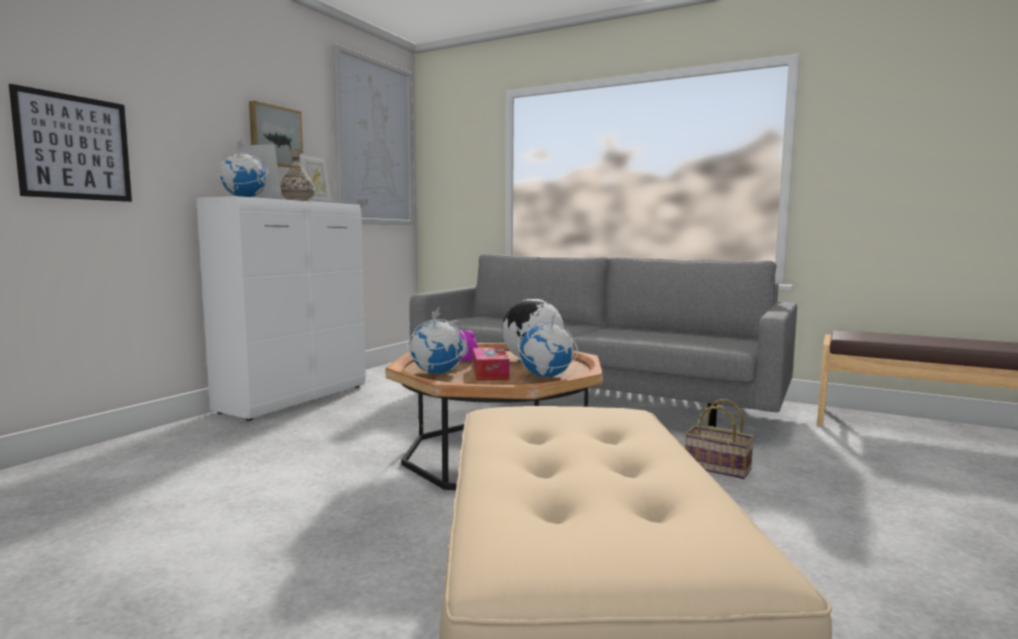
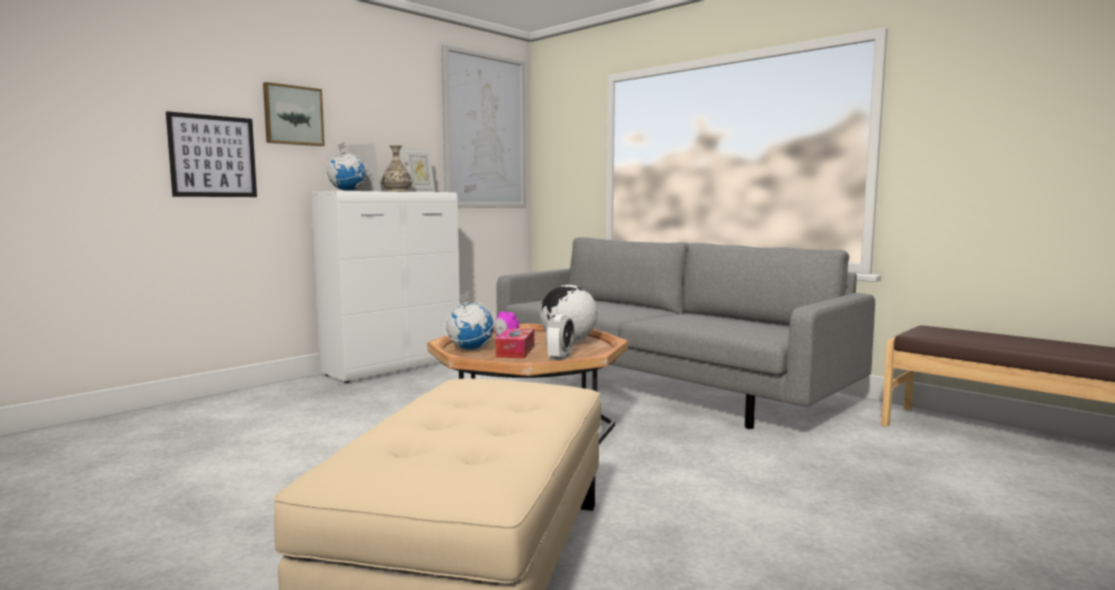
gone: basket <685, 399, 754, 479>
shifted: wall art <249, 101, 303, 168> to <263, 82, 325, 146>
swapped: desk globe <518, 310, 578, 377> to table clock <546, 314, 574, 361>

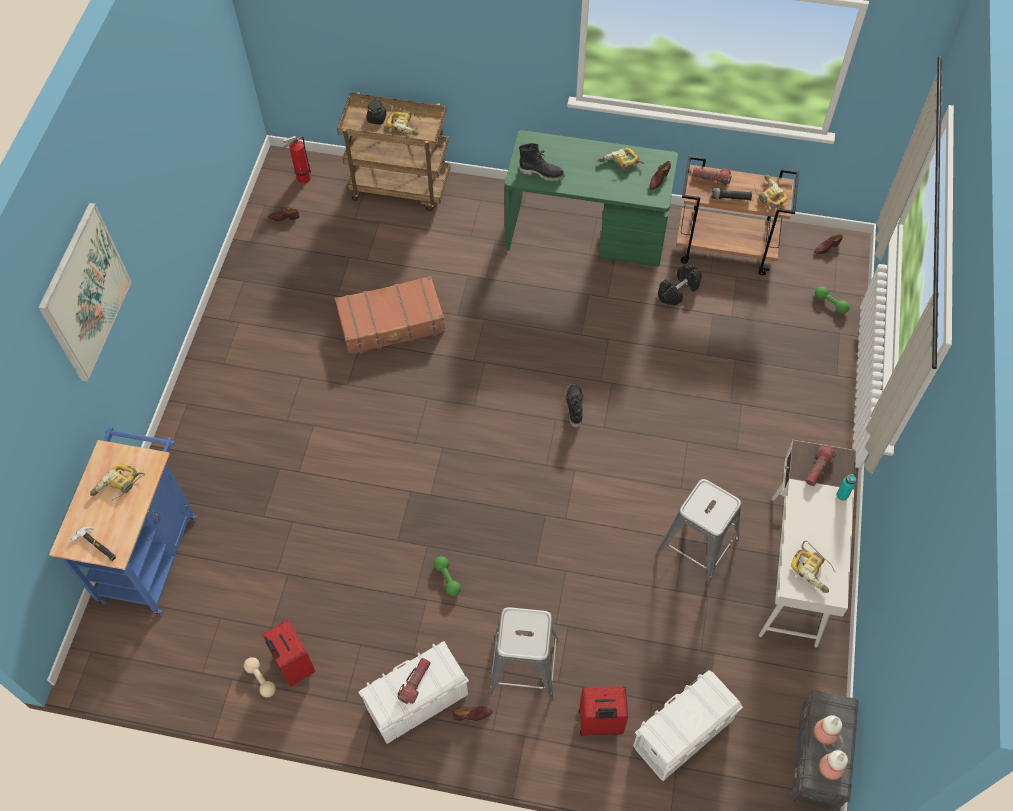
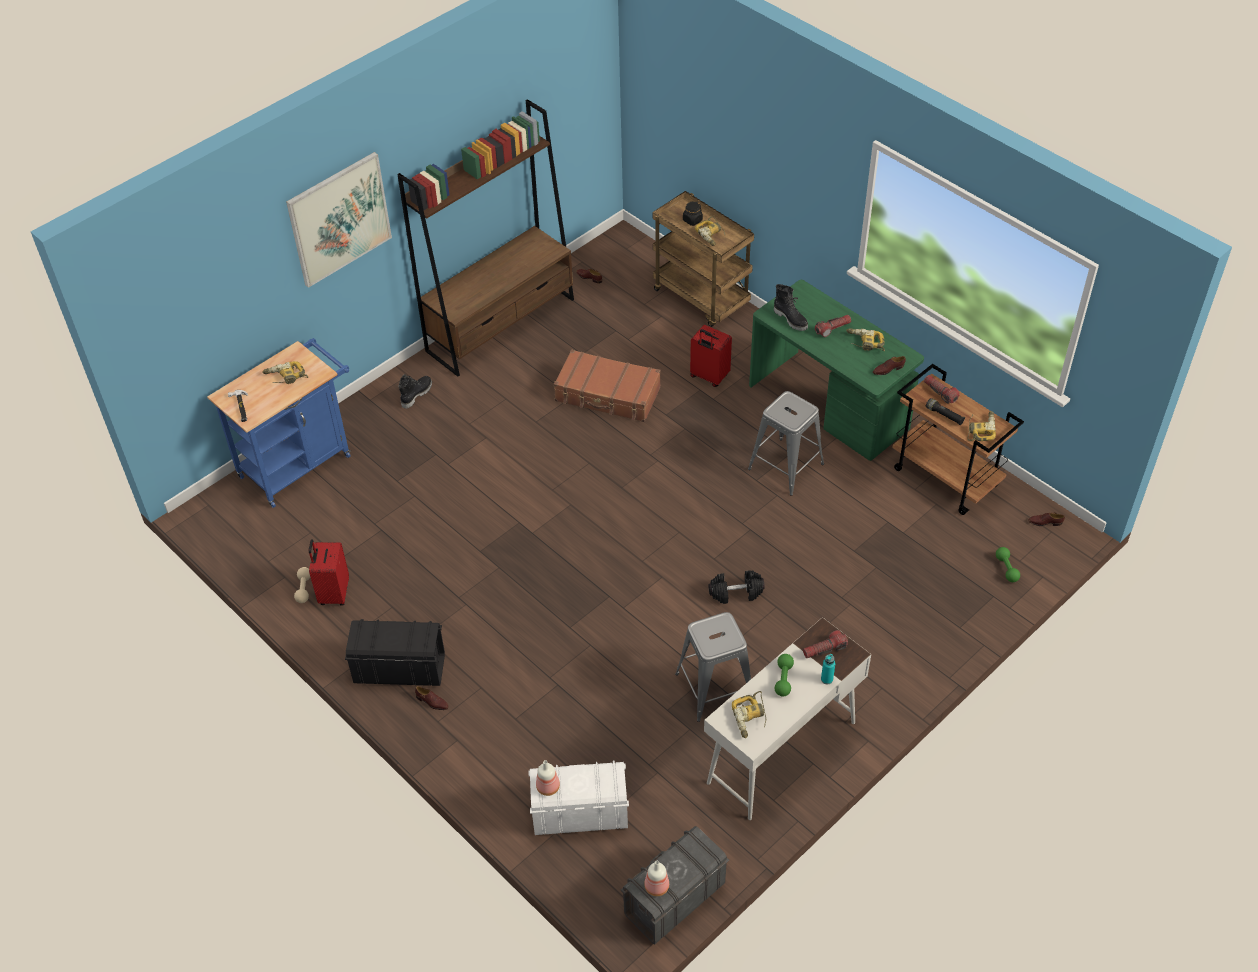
gone: extinguisher <283, 136, 311, 184>
new: brownish bookcase <398, 99, 574, 377>
shifted: black-coloured boot <566, 383, 584, 428> to <399, 374, 432, 409>; bottle <814, 715, 842, 745> to <536, 760, 560, 796>; reddish piece of luggage <579, 686, 628, 736> to <690, 325, 732, 387>; black-coloured dumbbell <658, 265, 702, 305> to <709, 570, 765, 604>; grey sitting stool <489, 607, 559, 701> to <748, 391, 824, 496>; green dumbbell <434, 556, 461, 596> to <775, 654, 794, 696>; hand torch <398, 658, 431, 704> to <815, 315, 851, 337>
repainted: whitish storage container <358, 641, 469, 744> to black-coloured storage container <345, 619, 445, 686>

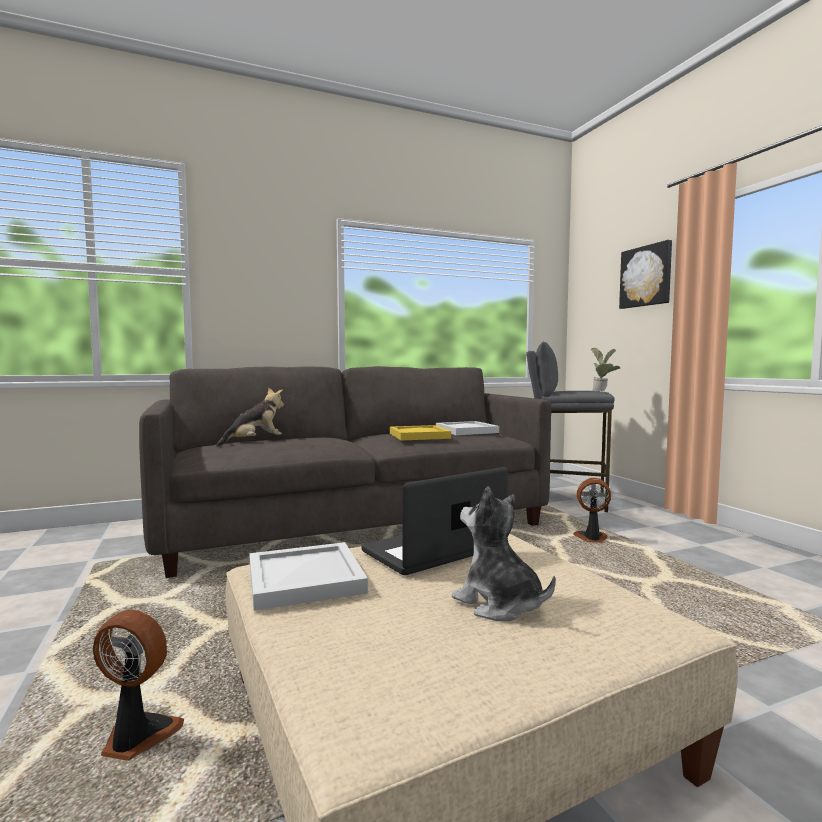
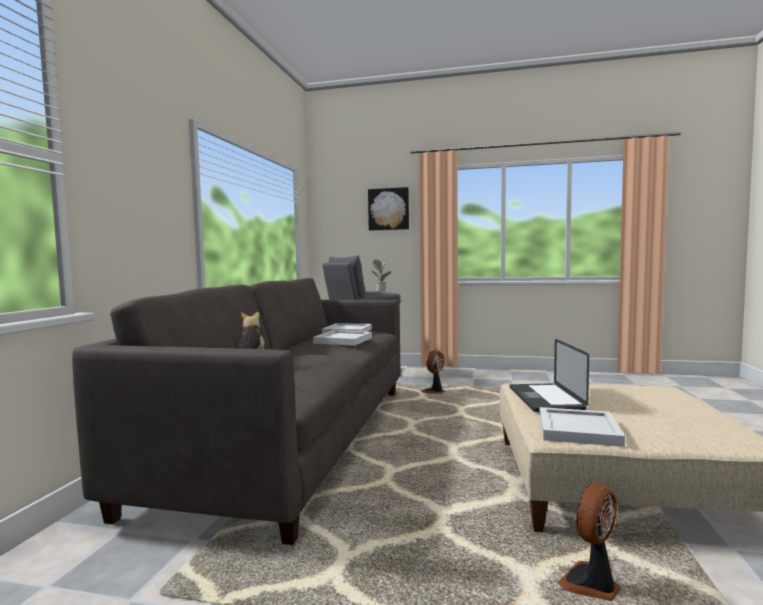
gone: plush toy <452, 486, 556, 621>
repainted: yellowish carrying tray <390, 425, 451, 441> to whitish carrying tray <313, 330, 372, 346>

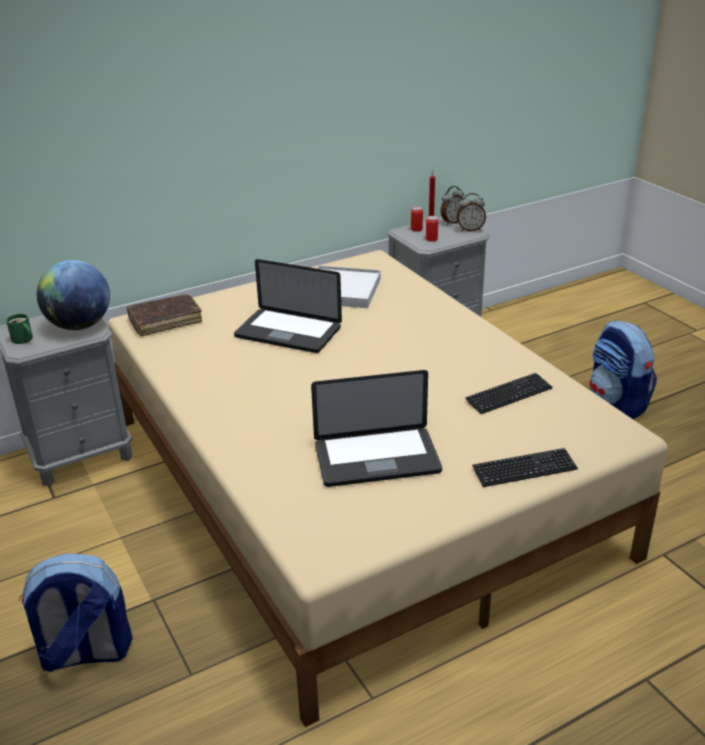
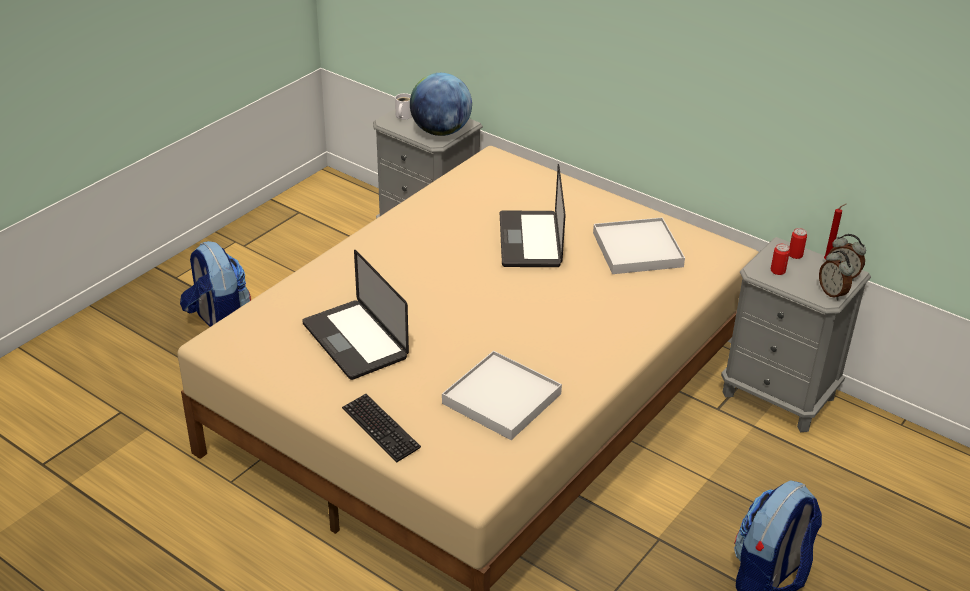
gone: brownish bound book <126, 294, 202, 336>
swapped: computer keyboard <465, 373, 553, 414> to whitish carrying tray <442, 351, 562, 440>
repainted: green coffee mug <6, 314, 33, 344> to whitish coffee mug <395, 93, 412, 120>

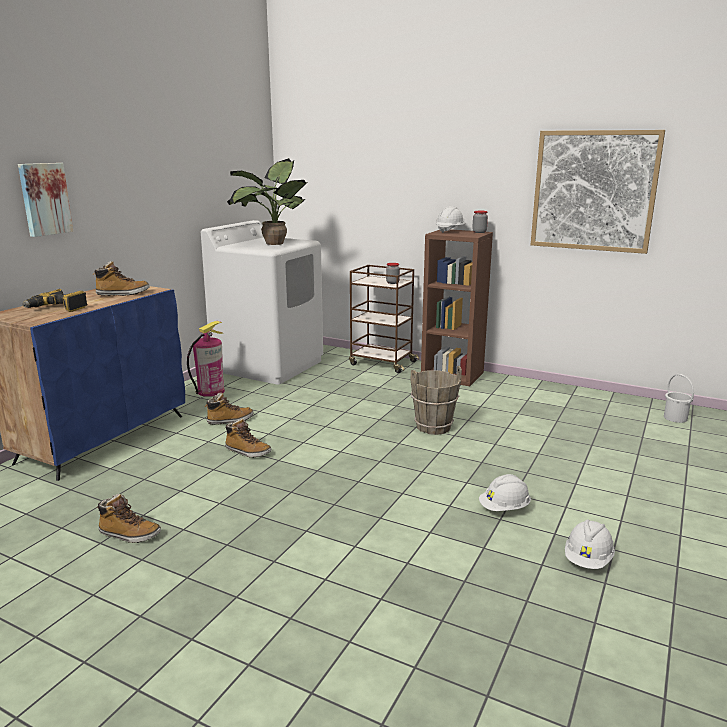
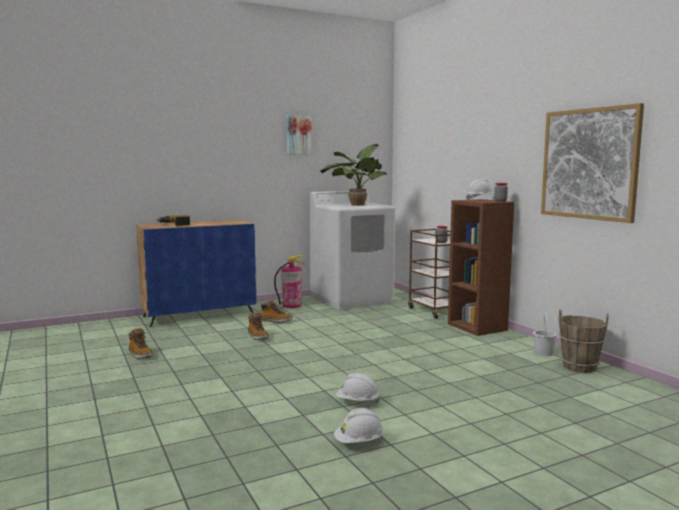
gone: boot <93, 261, 150, 296>
shifted: wall art <18, 163, 73, 237> to <287, 115, 312, 155>; whitish pail <664, 374, 694, 423> to <533, 313, 557, 356>; brownish pail <410, 366, 462, 435> to <559, 309, 609, 373>

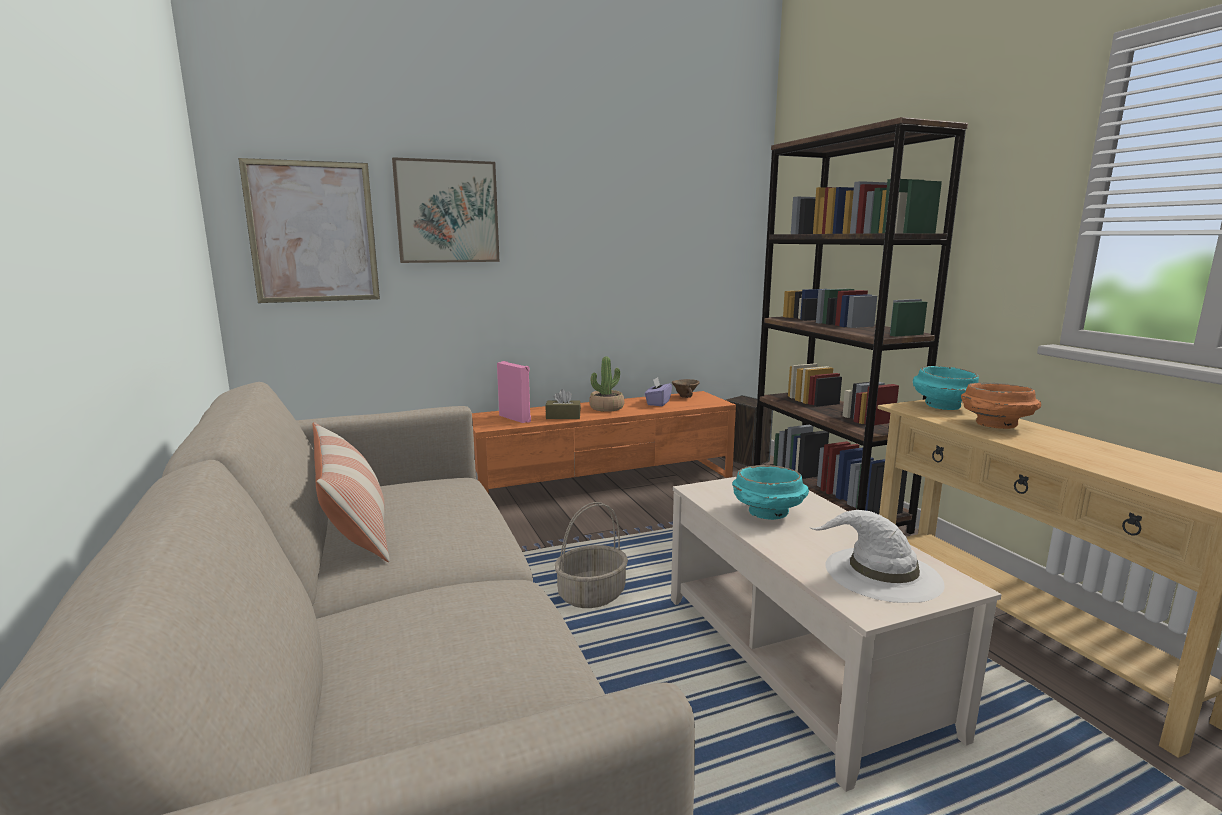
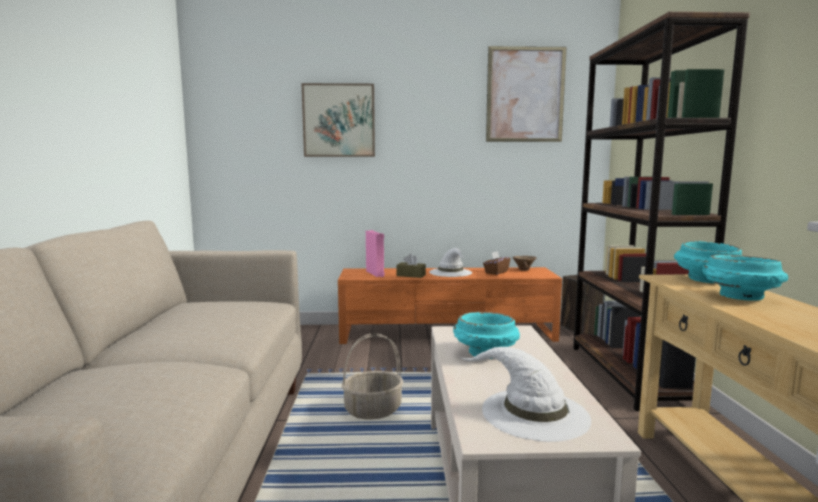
gone: pillow <313, 422, 390, 562>
shifted: wall art <238, 158, 380, 303> to <486, 46, 567, 142>
swapped: plant in a pot <589, 357, 624, 412> to whitish hat <429, 248, 472, 277>
repainted: purple-coloured box of tissues <645, 377, 672, 406> to brownish box of tissues <483, 251, 510, 275>; orange bowl <961, 383, 1041, 429> to turquoise-coloured bowl <702, 254, 788, 301>

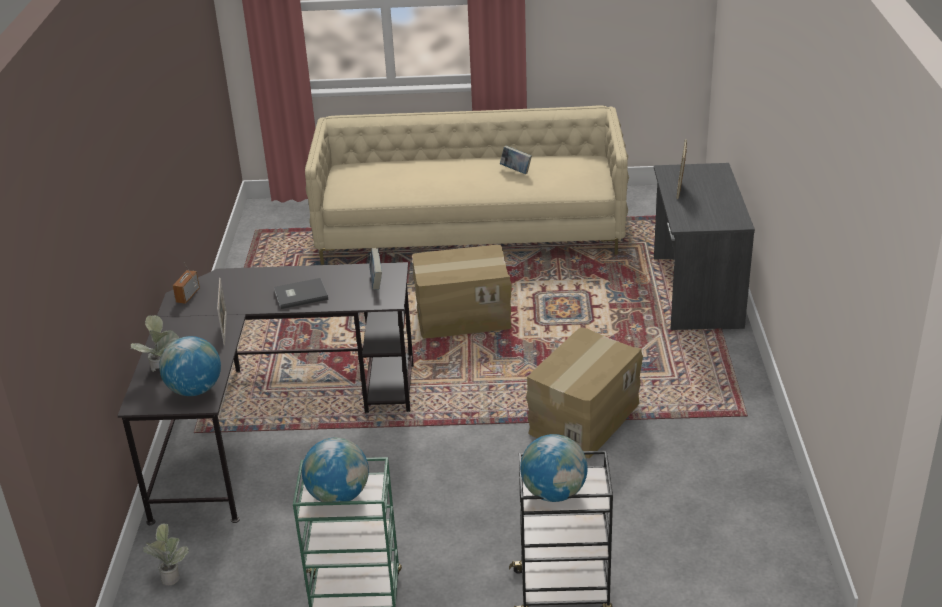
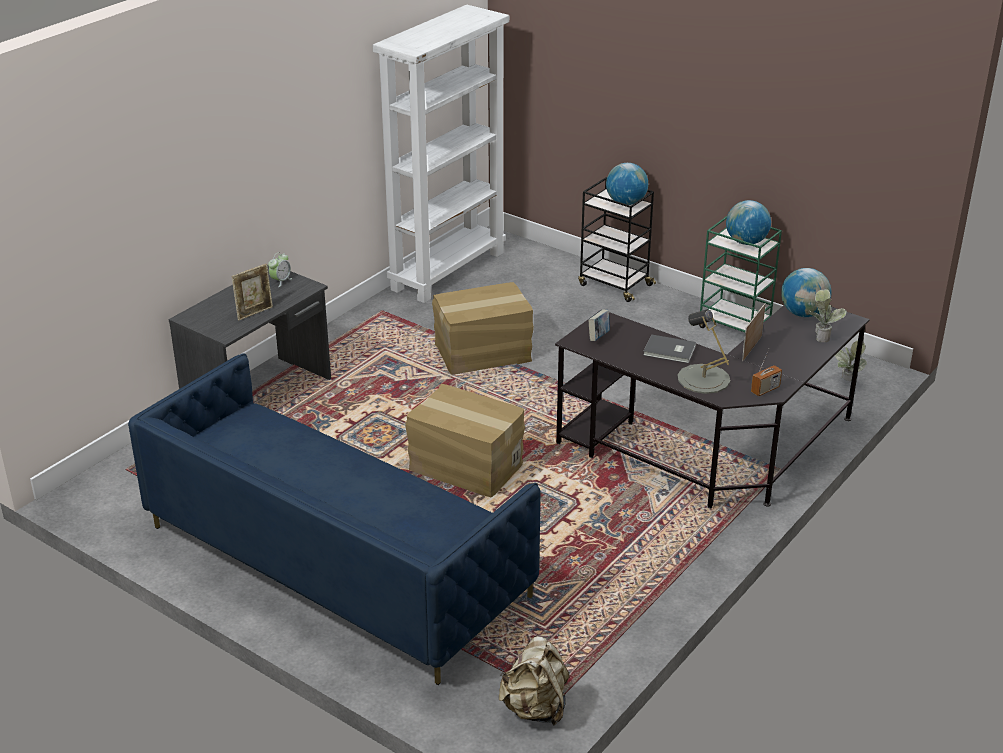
gone: bound book <500, 146, 532, 174>
new: table clock <268, 252, 292, 287>; whitish bookcase <373, 5, 509, 303>; beige-coloured rucksack <499, 636, 569, 726>; grey table lamp <677, 309, 730, 394>
repainted: beige-coloured sofa <305, 105, 629, 265> to blue sofa <128, 353, 541, 685>

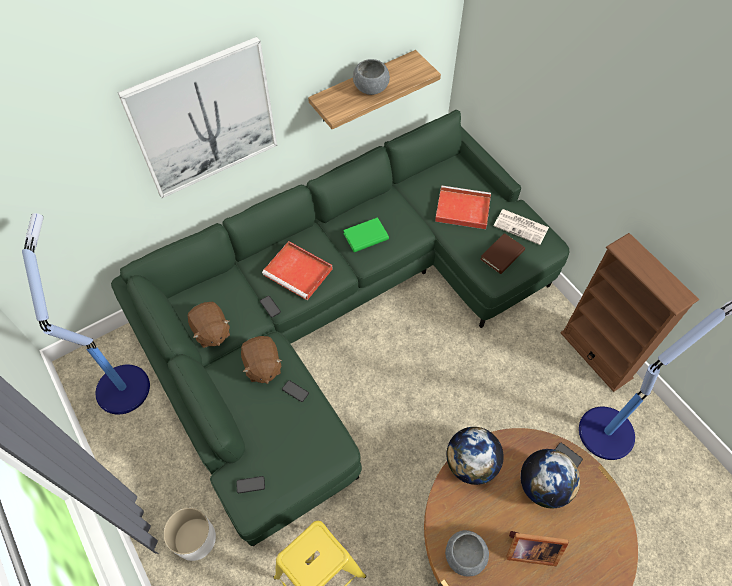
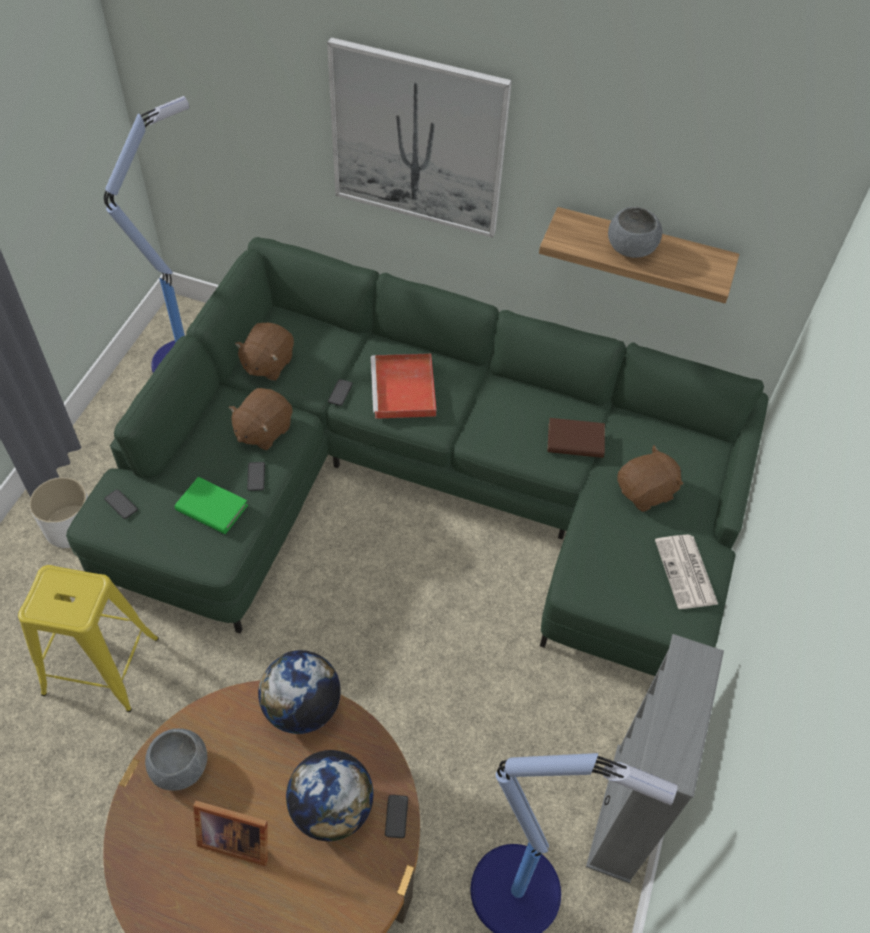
shifted: green bound book <343, 217, 389, 252> to <175, 477, 248, 534>; brownish bound book <480, 233, 525, 274> to <547, 418, 605, 458>
swapped: reddish carrying tray <435, 186, 491, 229> to brownish plush toy <617, 445, 683, 512>
repainted: brownish bookcase <560, 233, 699, 392> to grey bookcase <586, 634, 724, 883>
rotated: photo frame <506, 531, 569, 566> = <193, 801, 268, 866> 45 degrees counterclockwise

